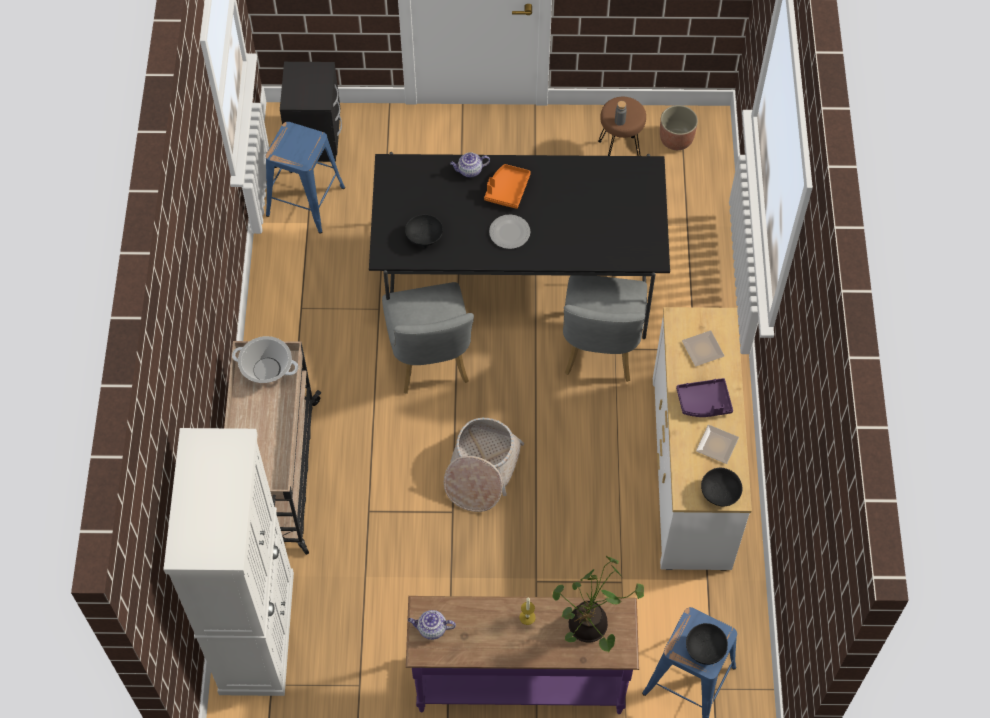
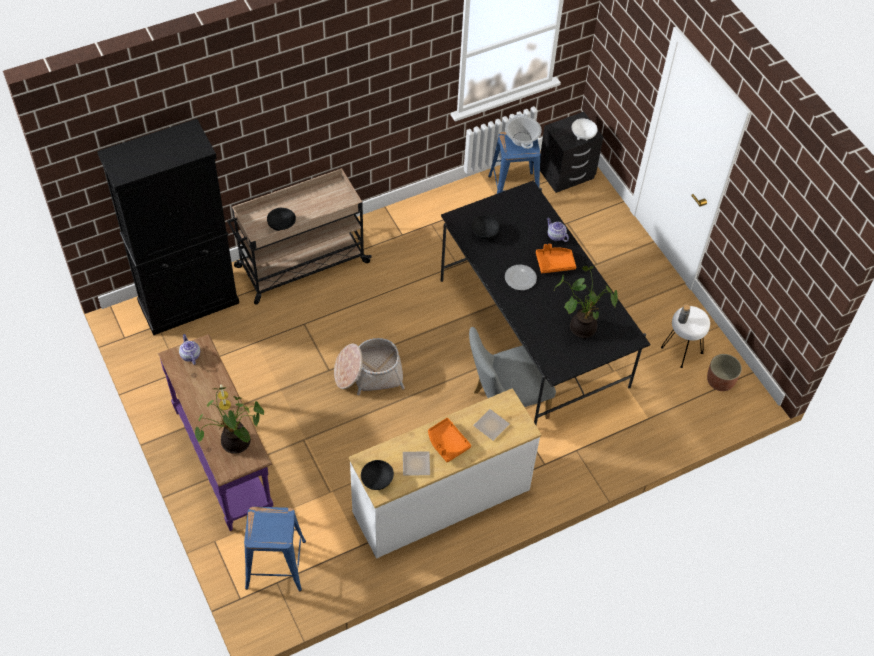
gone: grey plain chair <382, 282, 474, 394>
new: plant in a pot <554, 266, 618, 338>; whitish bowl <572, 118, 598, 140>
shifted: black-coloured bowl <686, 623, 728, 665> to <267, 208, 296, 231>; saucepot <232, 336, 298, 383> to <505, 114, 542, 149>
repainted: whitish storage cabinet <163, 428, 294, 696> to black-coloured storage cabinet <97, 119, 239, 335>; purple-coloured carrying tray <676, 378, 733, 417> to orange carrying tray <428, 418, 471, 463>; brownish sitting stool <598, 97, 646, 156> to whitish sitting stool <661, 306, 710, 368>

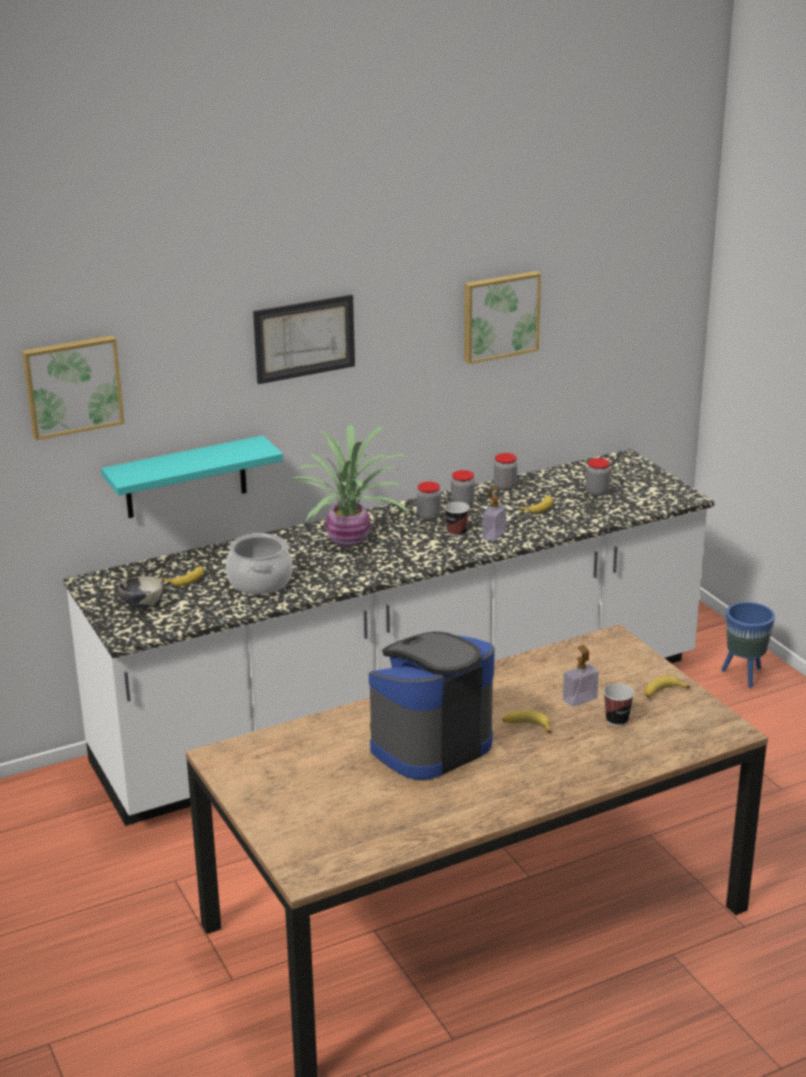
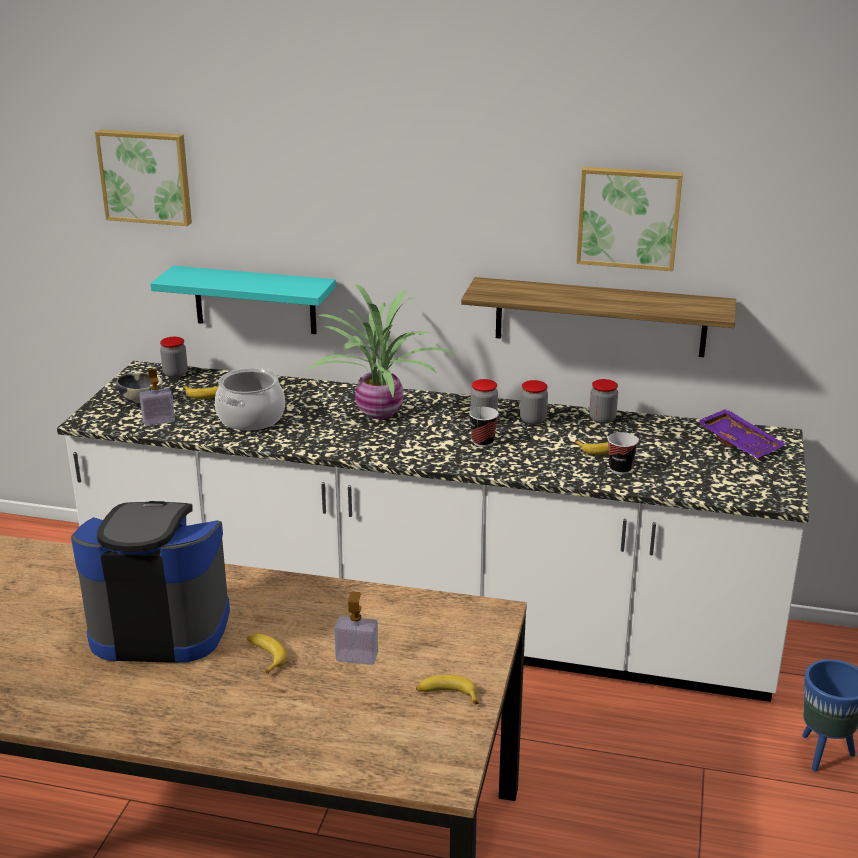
gone: wall art <253, 295, 355, 384>
new: shelf <461, 277, 736, 357>; purple-coloured carrying tray <697, 409, 786, 459>
shifted: liquid soap bottle <482, 487, 507, 541> to <139, 368, 175, 426>; jar <586, 458, 610, 496> to <160, 337, 188, 378>; cup <603, 684, 634, 726> to <608, 432, 639, 474>

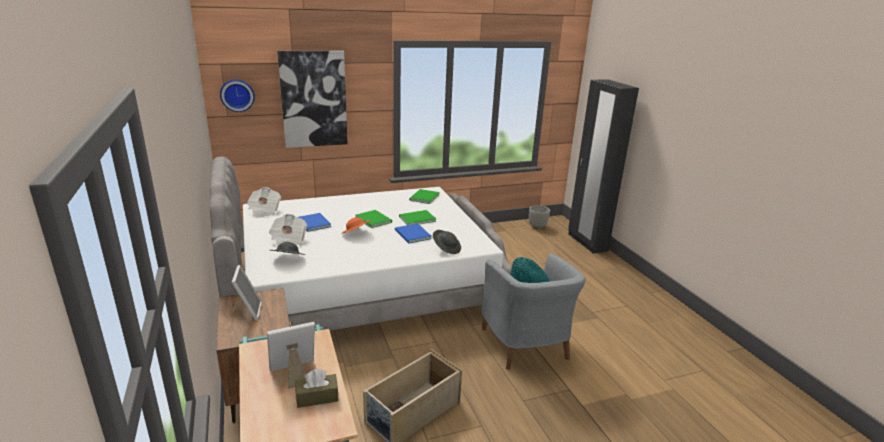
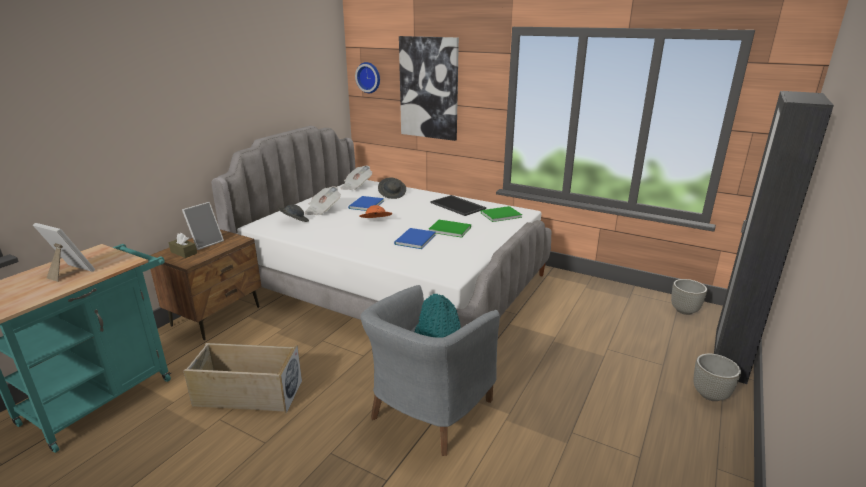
gone: green bound book <356, 210, 392, 228>
new: carrying tray <430, 195, 486, 216>; grey flower pot <693, 354, 741, 401>
shifted: brownish box of tissues <295, 369, 338, 408> to <169, 233, 197, 258>; grey hat <433, 230, 461, 254> to <378, 178, 406, 199>

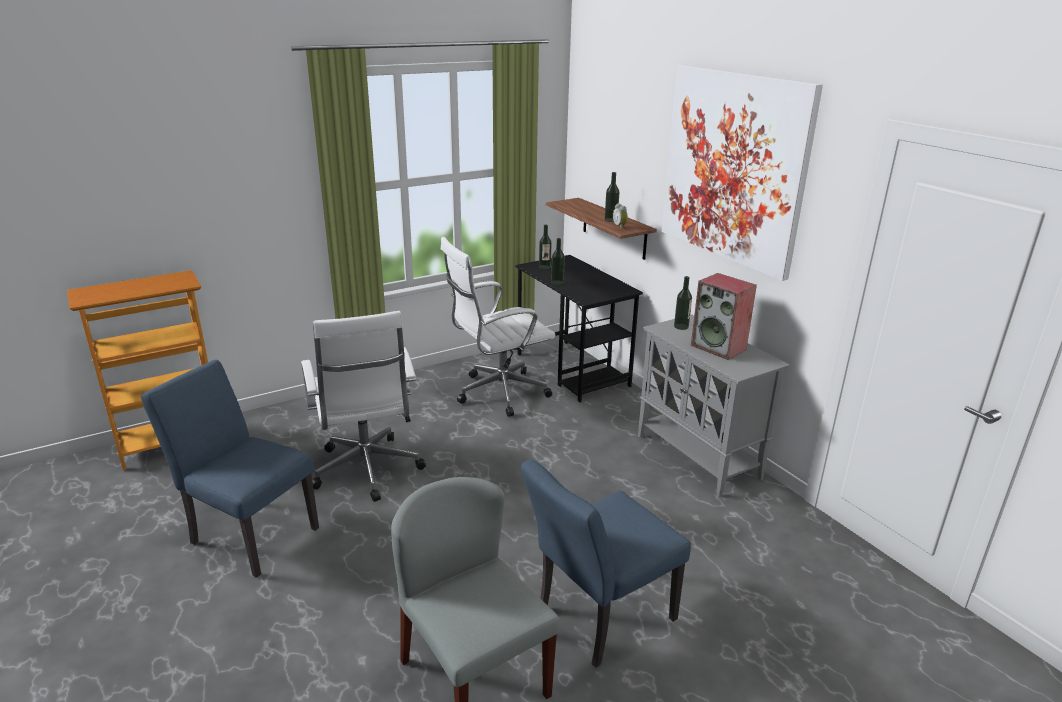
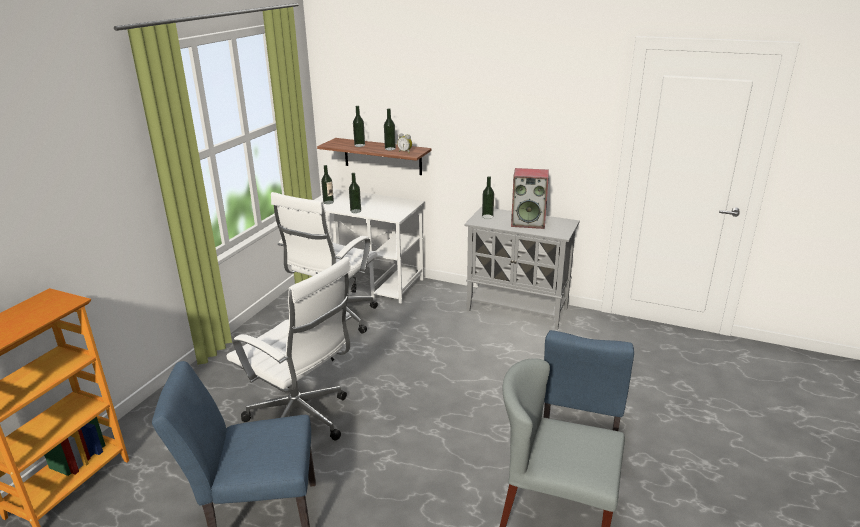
gone: wall art <662, 65, 823, 281>
new: bottle <353, 106, 365, 147>
repainted: black-coloured desk <515, 255, 643, 402> to whitish desk <315, 188, 425, 304>

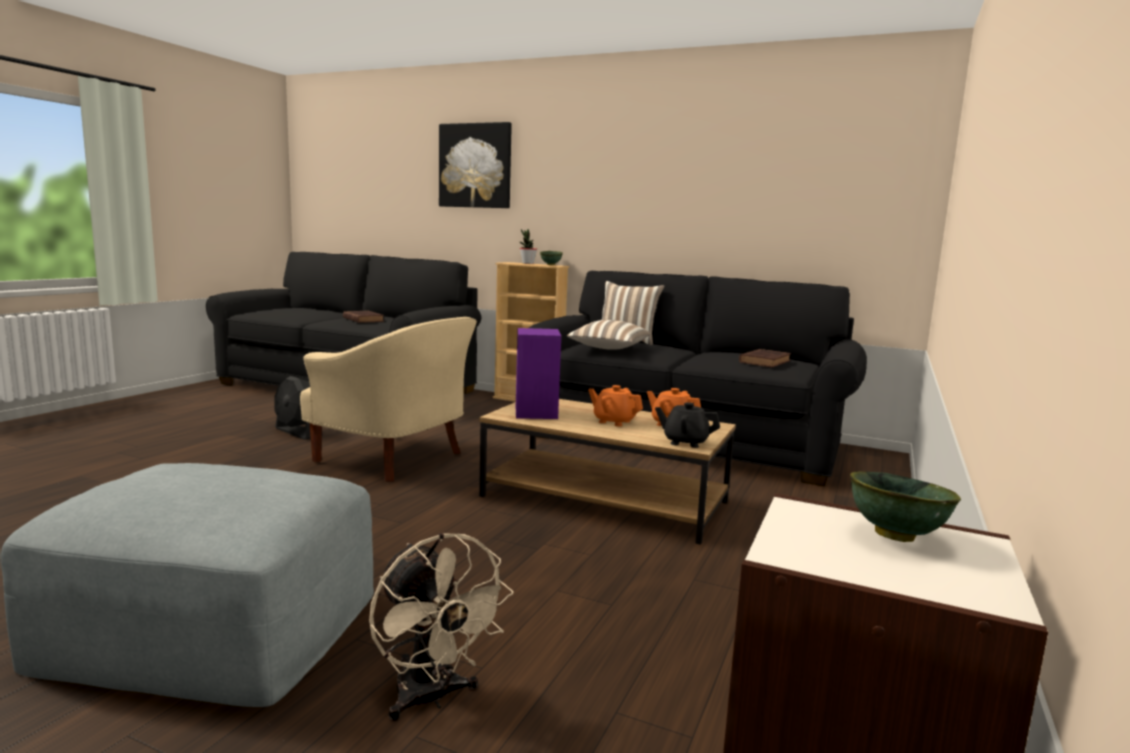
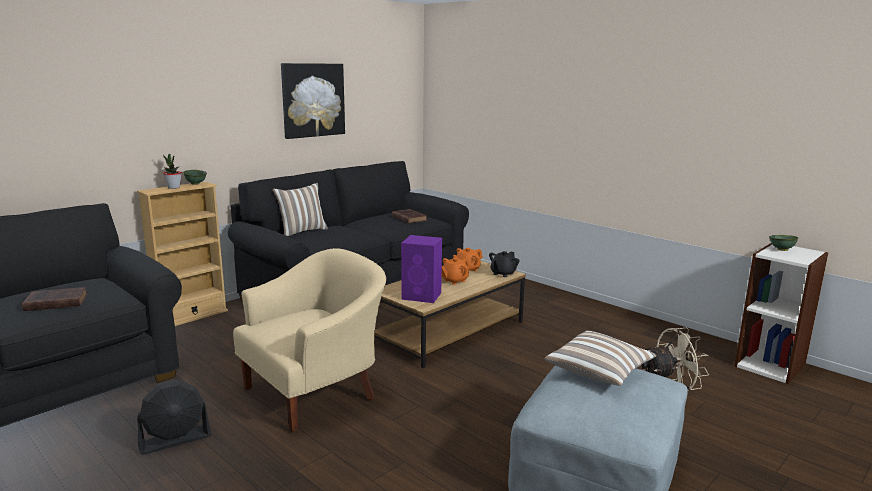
shifted: wall art <439, 122, 512, 208> to <281, 63, 345, 139>; pillow <567, 320, 651, 350> to <544, 331, 656, 386>

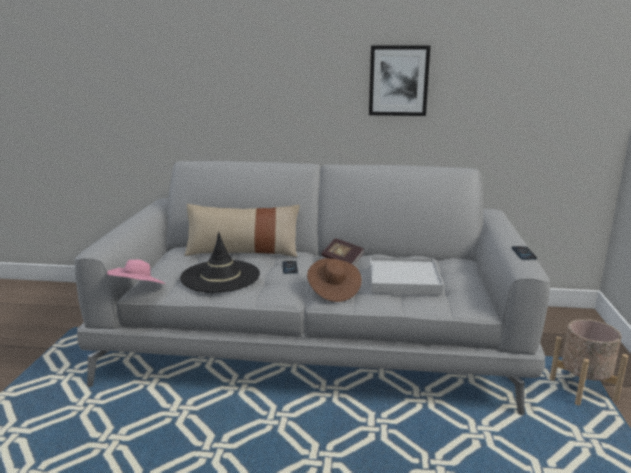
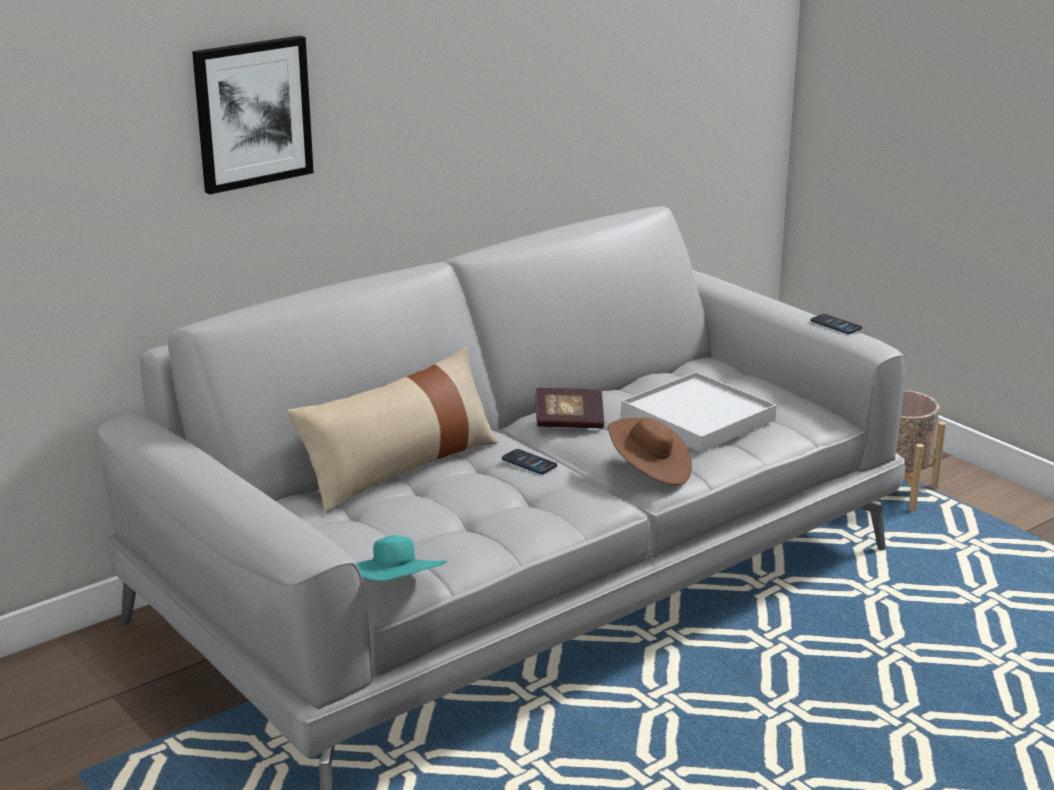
gone: black-coloured hat <180, 232, 260, 293>
shifted: wall art <369, 46, 431, 116> to <192, 36, 314, 194>
repainted: pink hat <107, 259, 166, 284> to turquoise-coloured hat <356, 535, 447, 581>

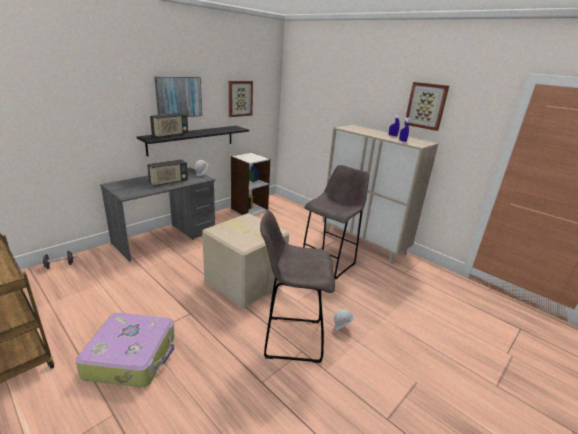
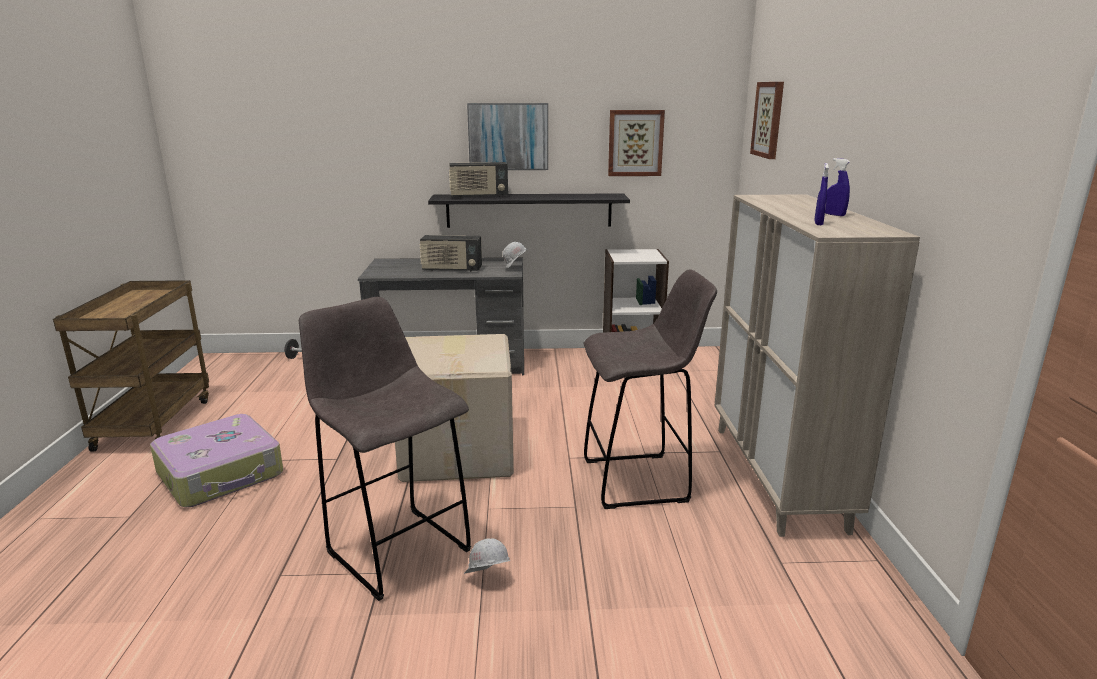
shifted: wall art <404, 82, 449, 131> to <750, 82, 784, 159>

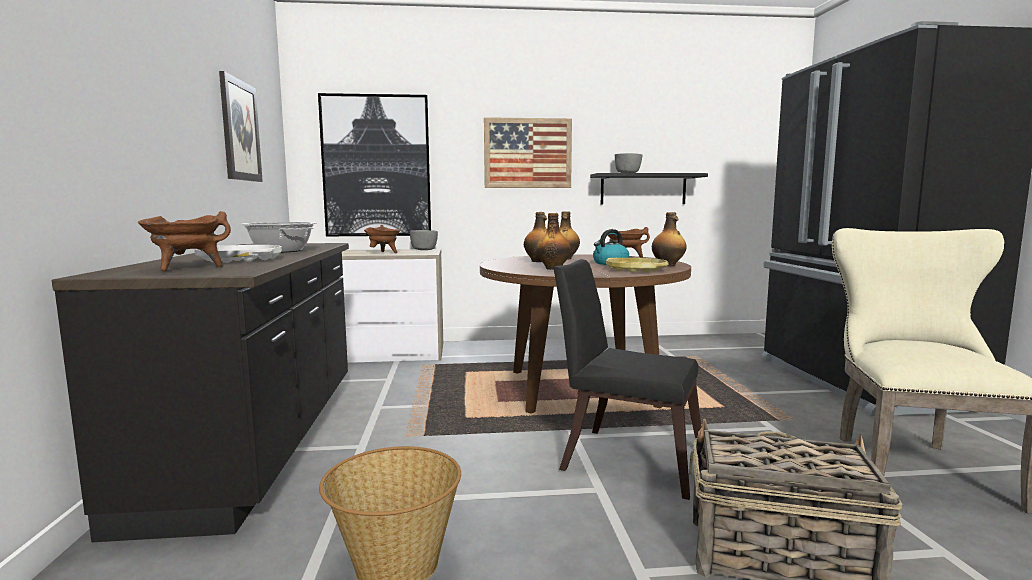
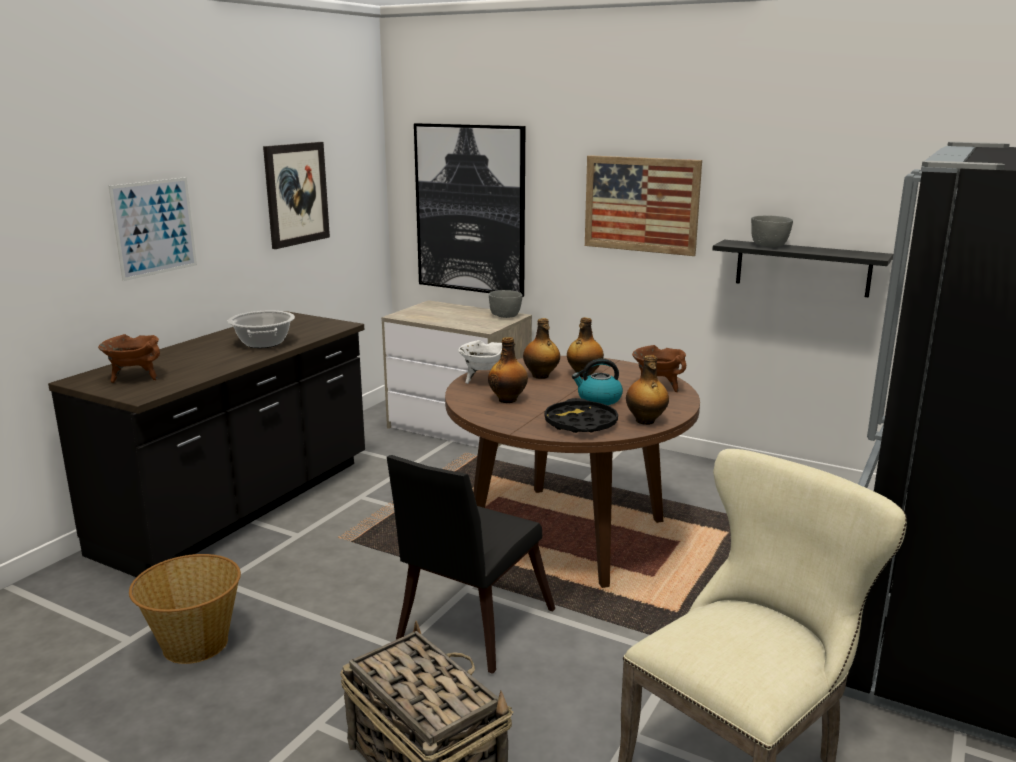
gone: whitish carrying tray <194, 245, 282, 263>; brownish saucepot <364, 225, 401, 253>
new: wall art <109, 177, 197, 281>; whitish saucepot <458, 340, 502, 384>
repainted: yellowish carrying tray <606, 258, 669, 272> to black-coloured carrying tray <545, 398, 618, 433>
rotated: black-coloured plain chair <553, 259, 702, 500> = <387, 455, 555, 674> 120 degrees counterclockwise

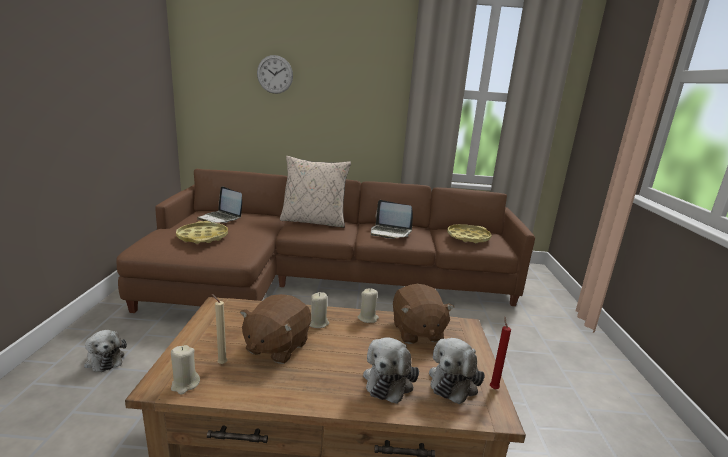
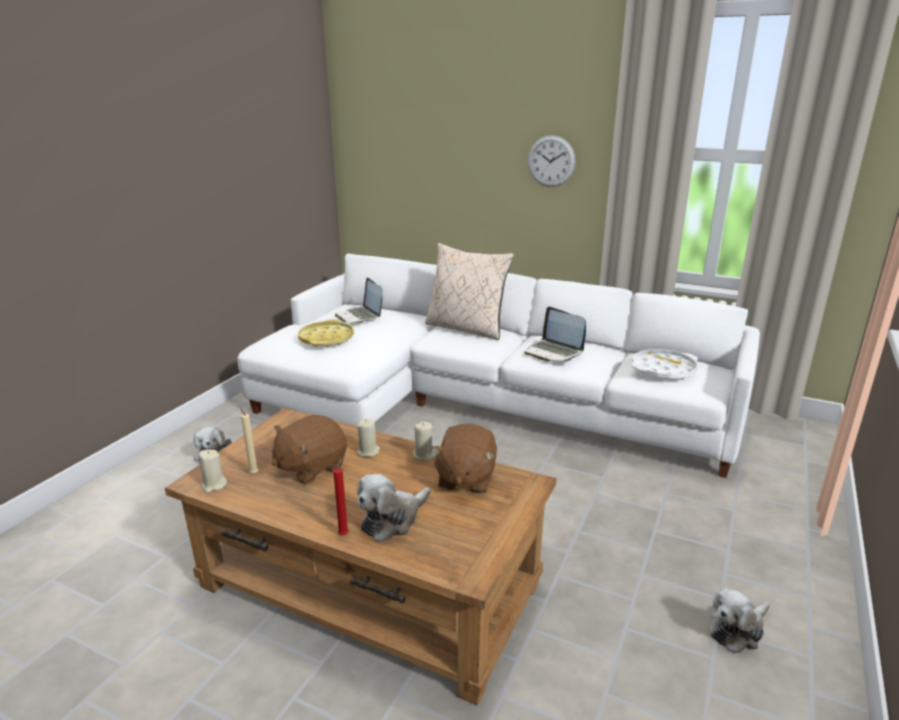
shifted: reddish candle <490, 317, 511, 389> to <333, 458, 349, 535>; hanging clock <257, 55, 293, 94> to <527, 135, 575, 187>; plush toy <429, 338, 485, 404> to <710, 588, 770, 654>
repainted: brownish sofa <117, 169, 535, 313> to whitish sofa <237, 253, 760, 478>; yellowish carrying tray <447, 224, 492, 243> to whitish carrying tray <632, 349, 698, 380>

